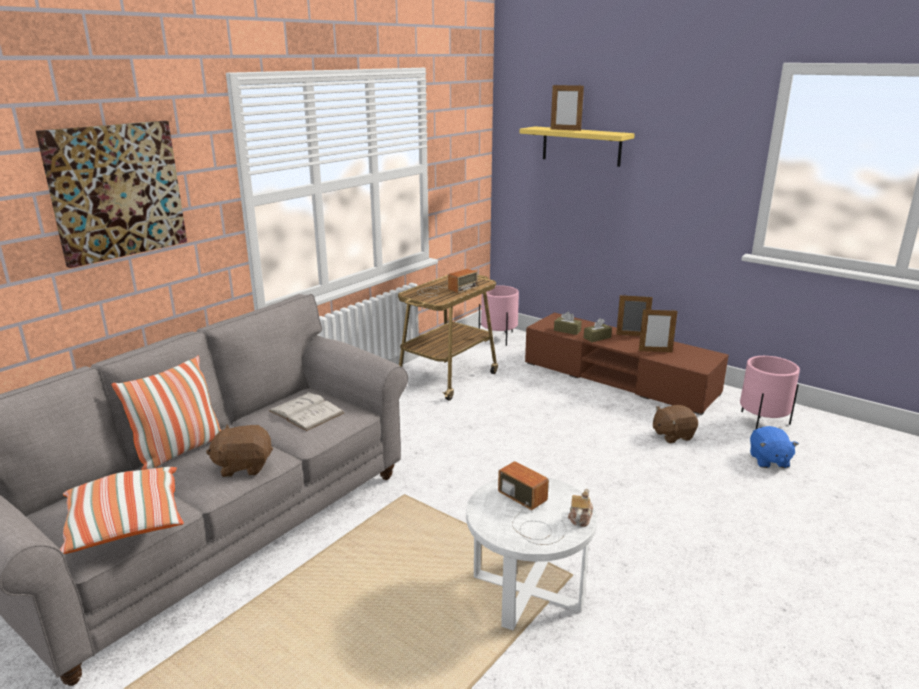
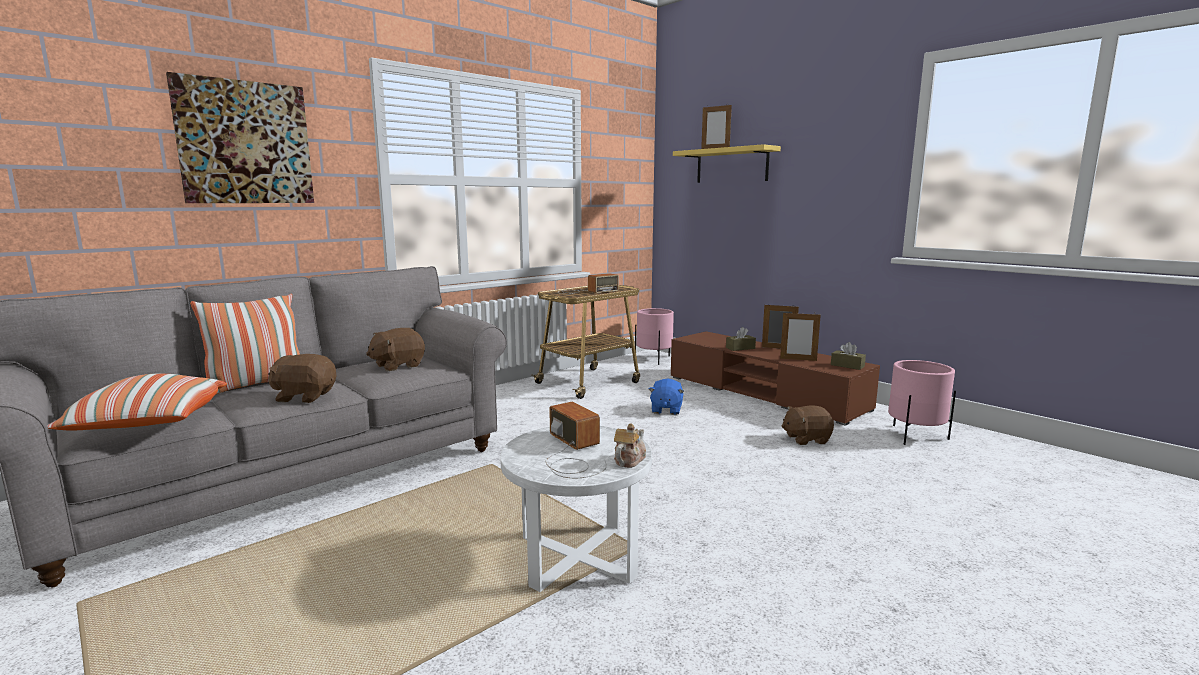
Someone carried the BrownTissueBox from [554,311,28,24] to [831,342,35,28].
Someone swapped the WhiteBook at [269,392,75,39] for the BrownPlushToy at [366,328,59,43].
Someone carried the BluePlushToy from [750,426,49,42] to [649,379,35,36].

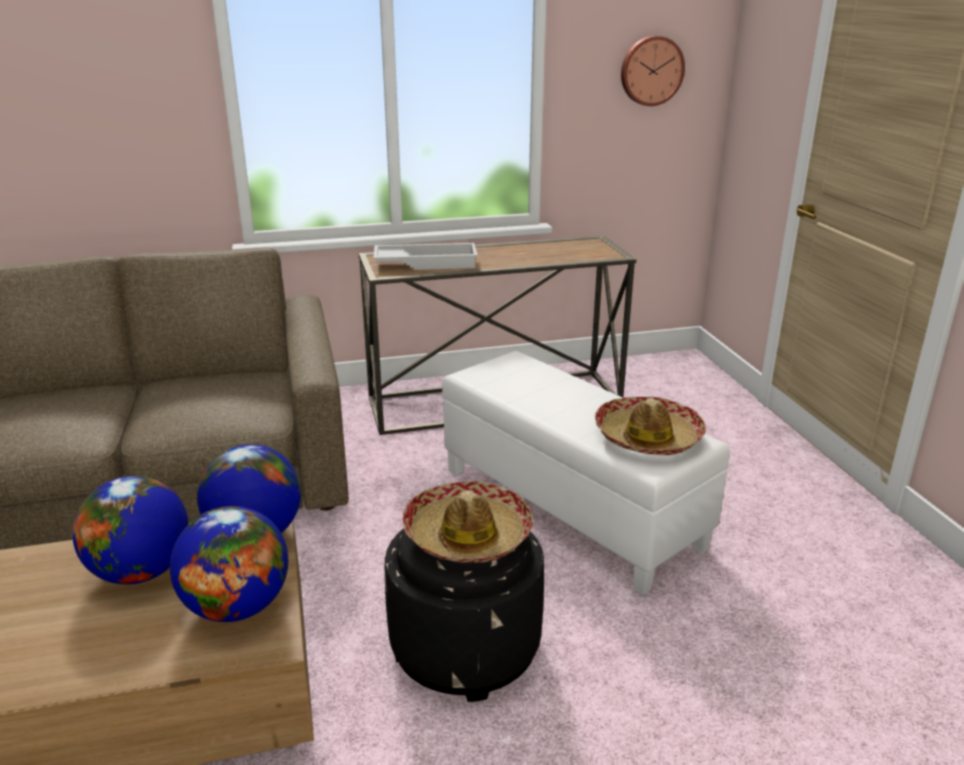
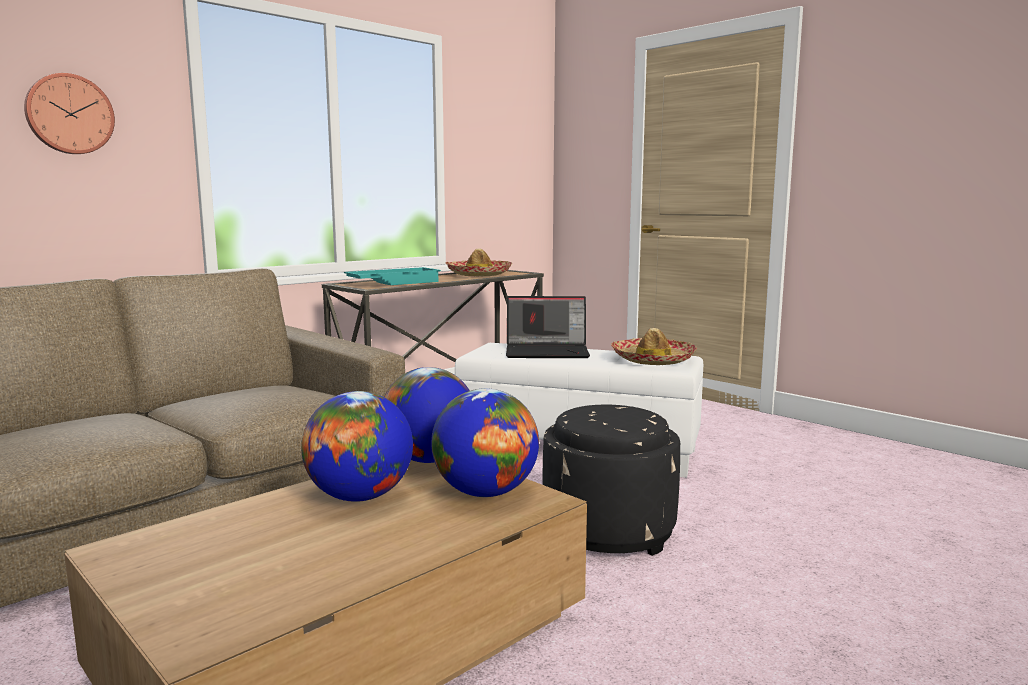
Someone carried the WallClock from [621,36,64,70] to [24,73,91,81].
Someone repainted the WhiteTray at [374,243,104,27], which became the TurquoiseTray at [344,267,97,18].
Someone carried the Hat from [402,481,131,82] to [445,248,67,28].
Someone put down the Laptop at [506,296,84,62].

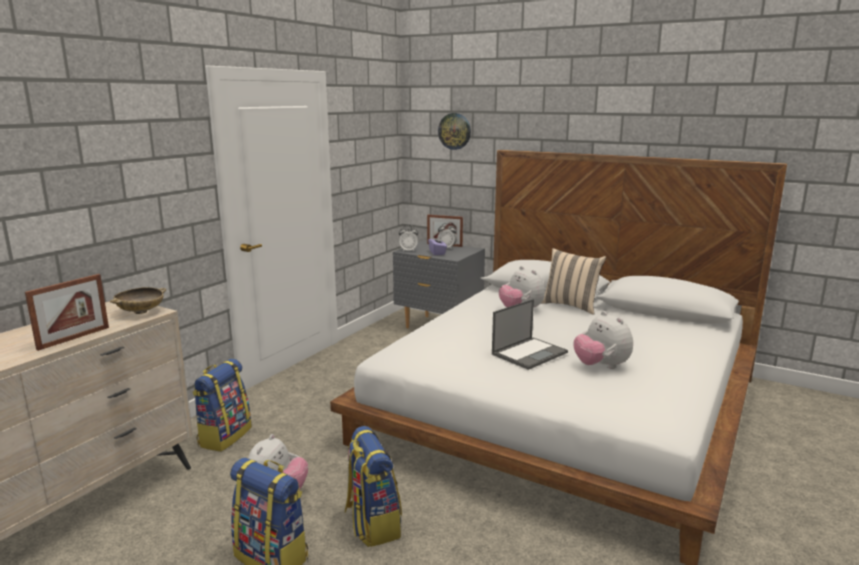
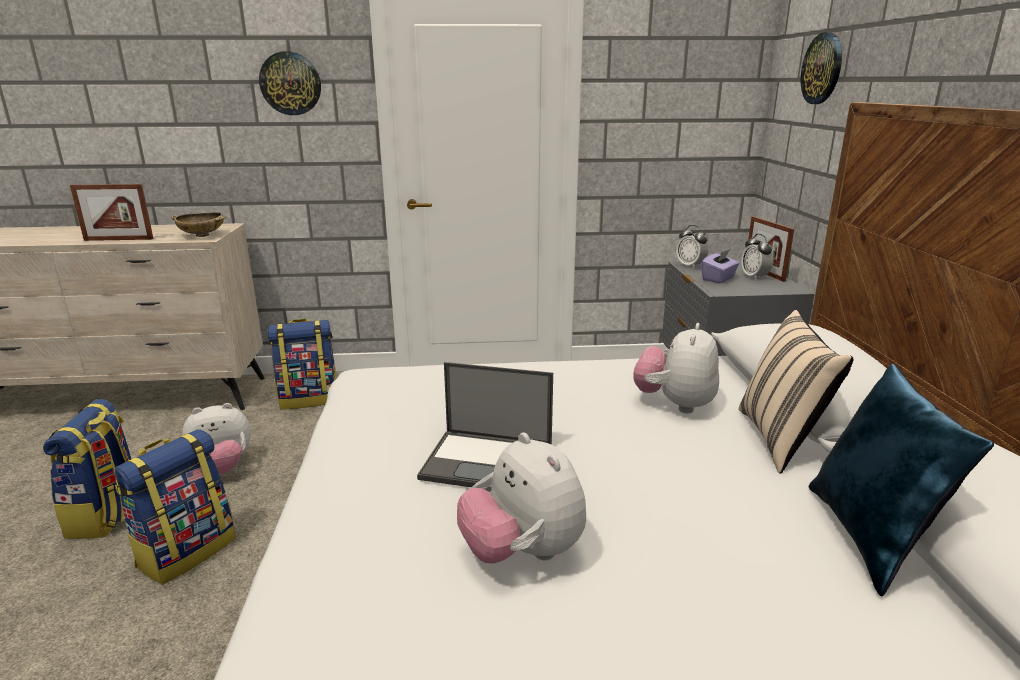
Someone rotated the PlushToy at [573,311,60,58] by 60 degrees counterclockwise.
Someone put up the WallClock at [259,51,62,64].
Someone put down the BluePillow at [809,364,185,232].

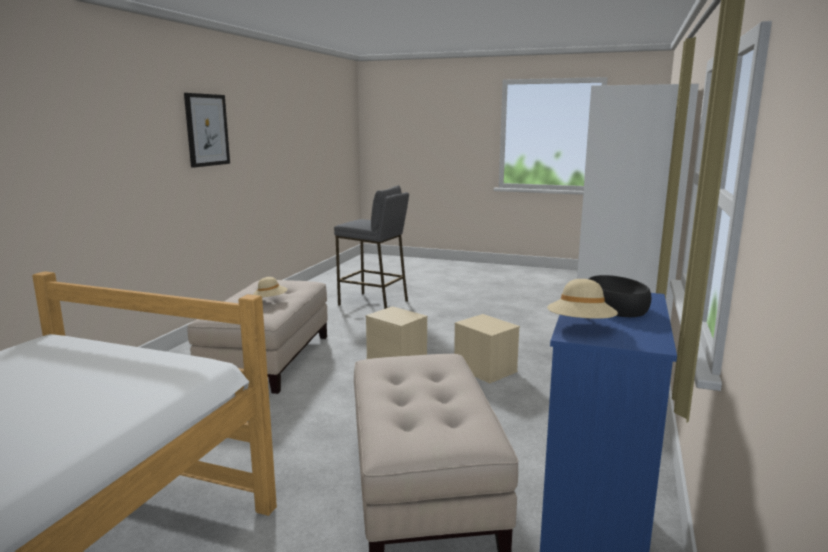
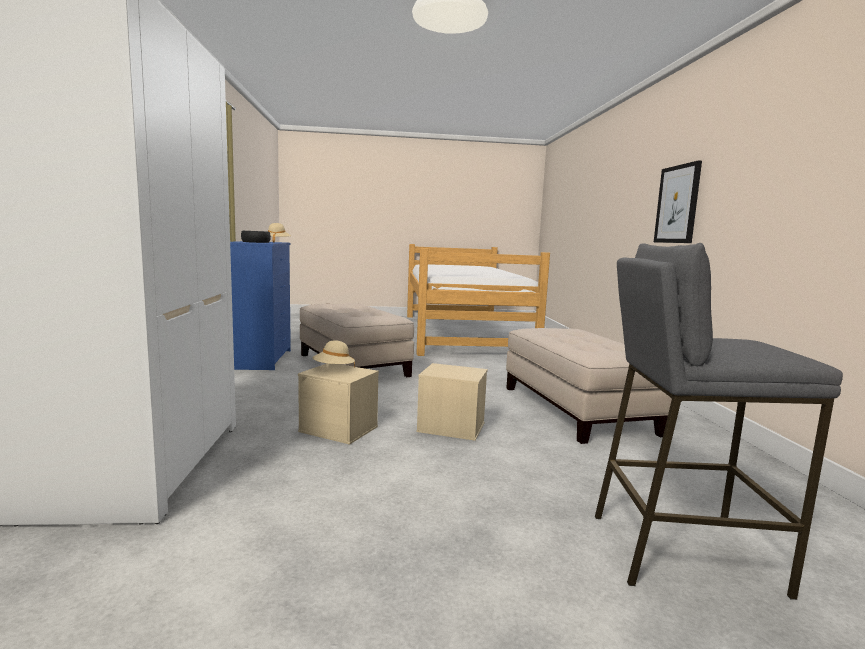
Someone carried the Picture from [184,93,46,75] to [654,160,48,83].
Someone carried the BeigeHat from [253,277,34,20] to [313,340,42,28].

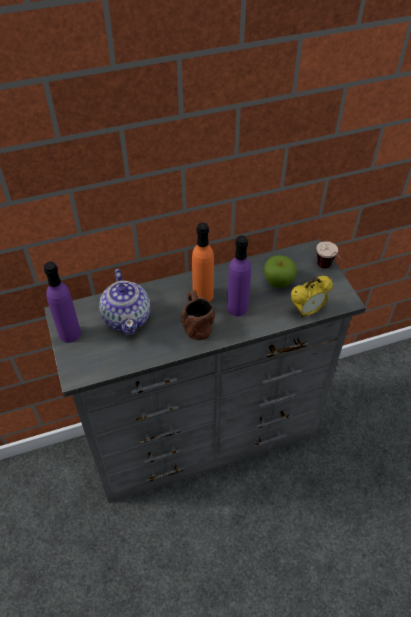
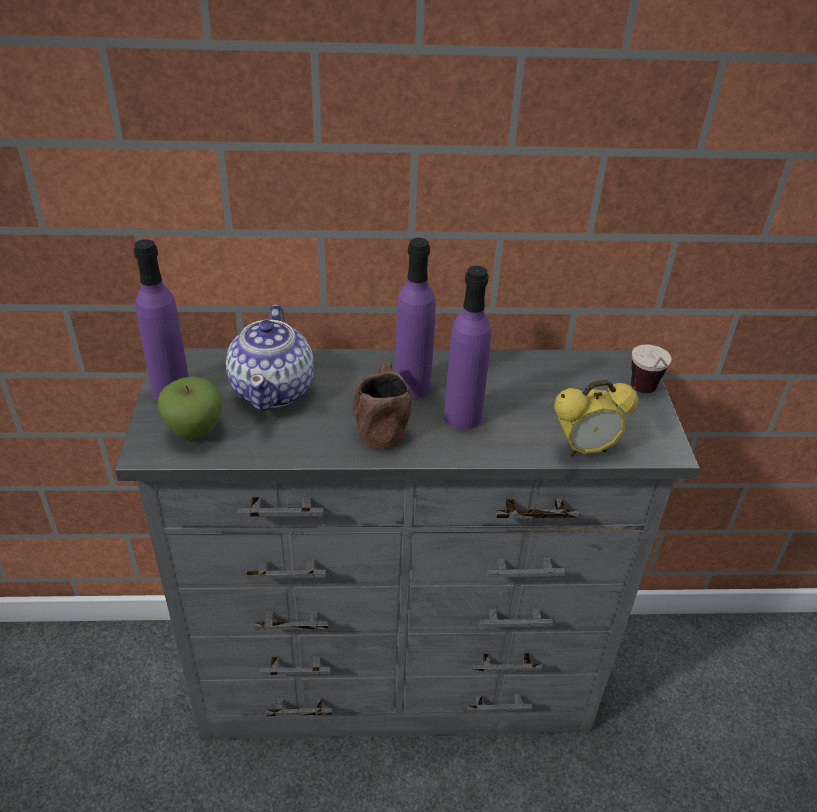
Someone repainted the OrangeBottle at [192,223,22,79], which became the PurpleBottle at [395,238,41,160].
Someone carried the Apple from [264,255,33,33] to [158,377,64,62].

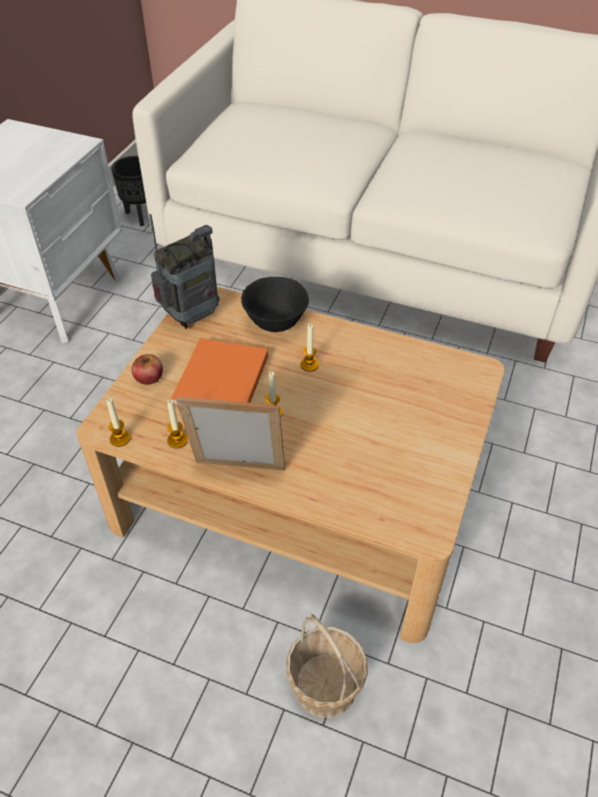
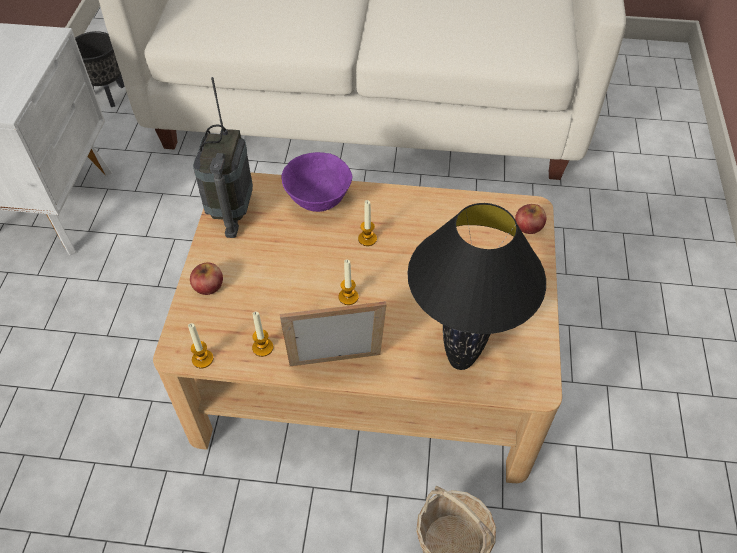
Someone rotated the Radio at [149,214,70,115] by 150 degrees clockwise.
Someone repainted the BlackBowl at [241,277,68,55], which became the PurpleBowl at [282,152,71,60].
Someone took away the OrangeBook at [171,338,97,69].
Someone put down the BlackTableLamp at [407,203,139,167].
Someone put down the Apple at [515,204,31,30].

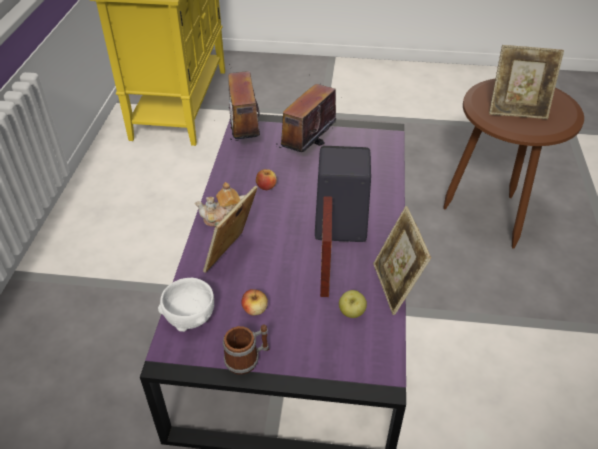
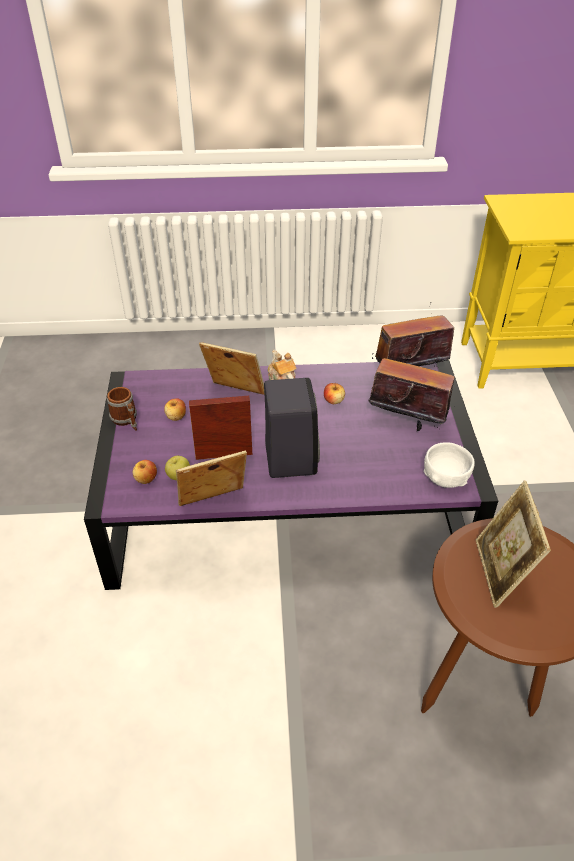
Someone carried the WhiteBowl from [158,278,56,54] to [424,442,51,46].
Someone put down the Apple at [133,460,24,24].

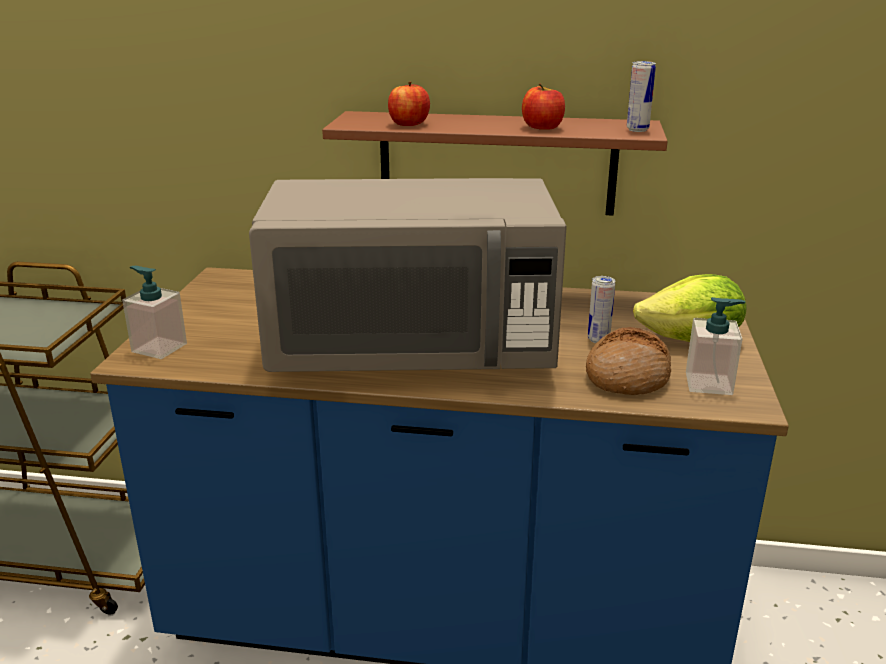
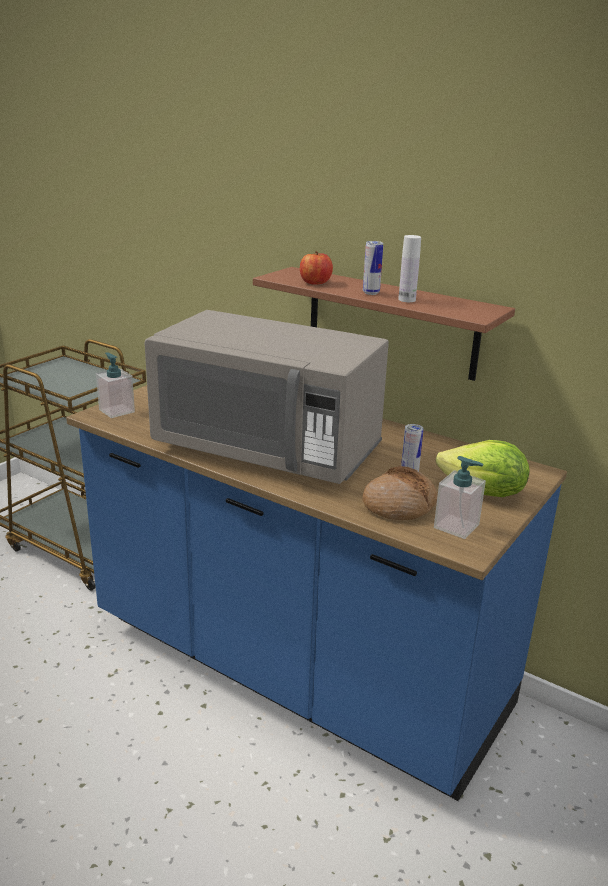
Someone carried the Can from [627,61,29,71] to [363,241,20,54].
Someone swapped the Apple at [522,83,43,47] for the WhiteBottle at [398,235,23,67].

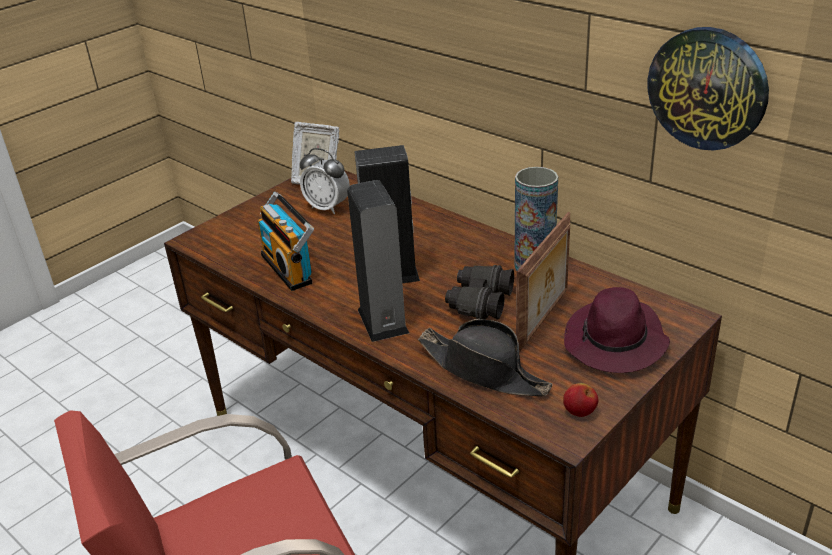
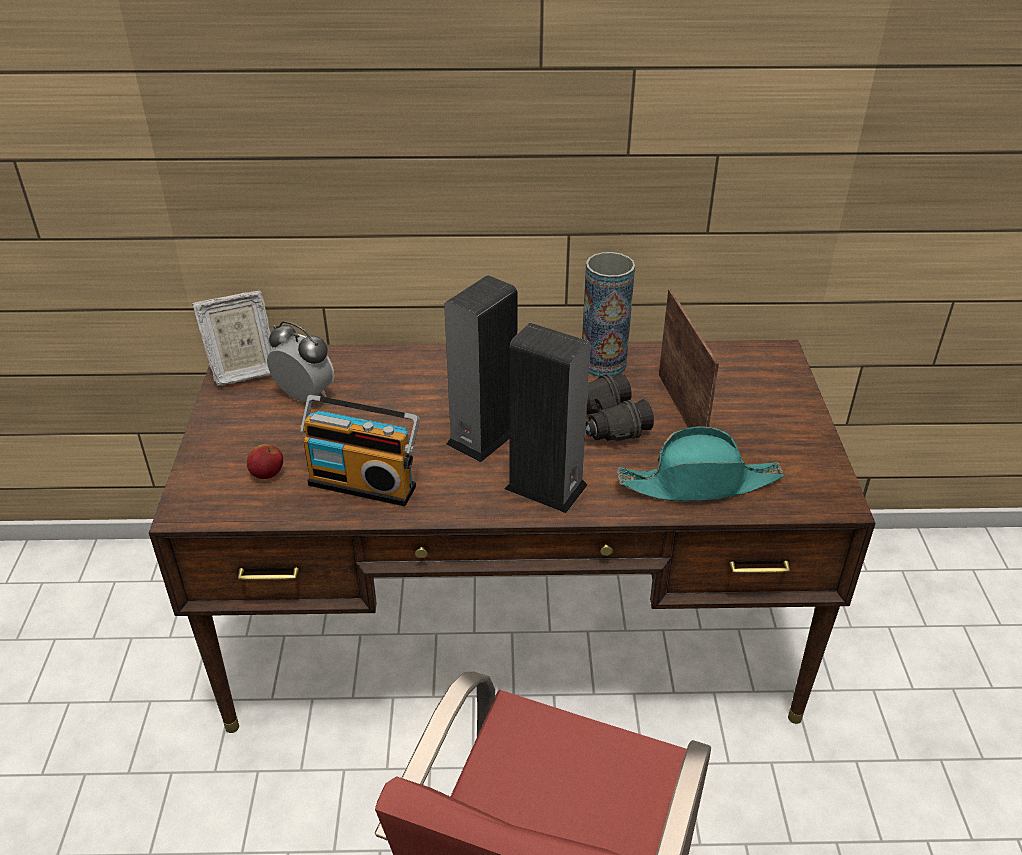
Someone took away the WallClock at [648,27,121,124].
Someone rotated the AlarmClock at [300,148,50,66] by 135 degrees counterclockwise.
Someone took away the PurpleHat at [564,287,106,86].
Someone repainted the BlackHat at [418,319,135,77], which became the TurquoiseHat at [617,426,167,75].
Someone carried the Apple from [563,383,35,34] to [247,444,36,35].

